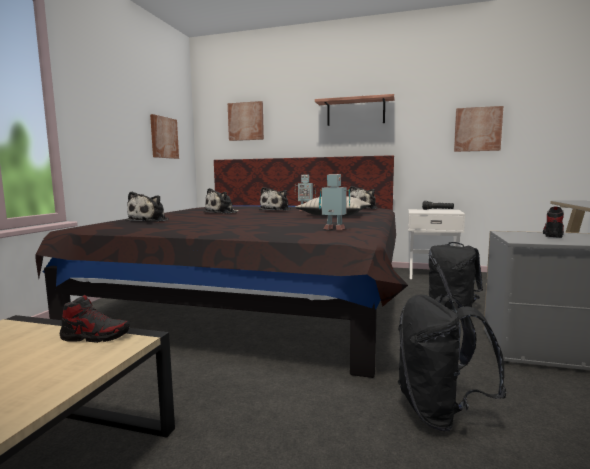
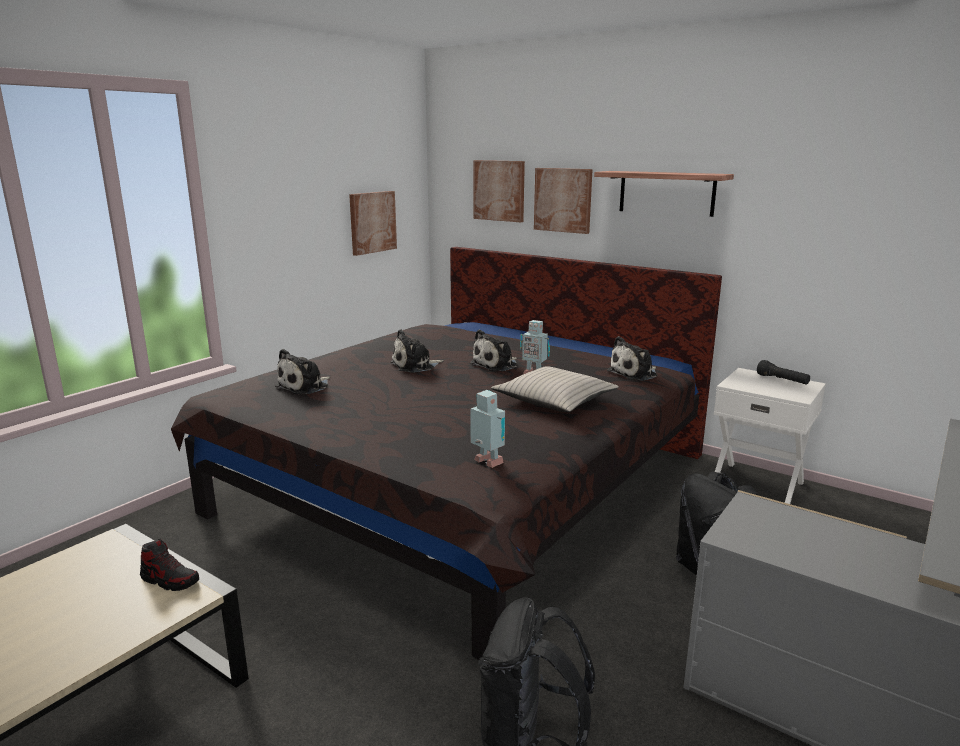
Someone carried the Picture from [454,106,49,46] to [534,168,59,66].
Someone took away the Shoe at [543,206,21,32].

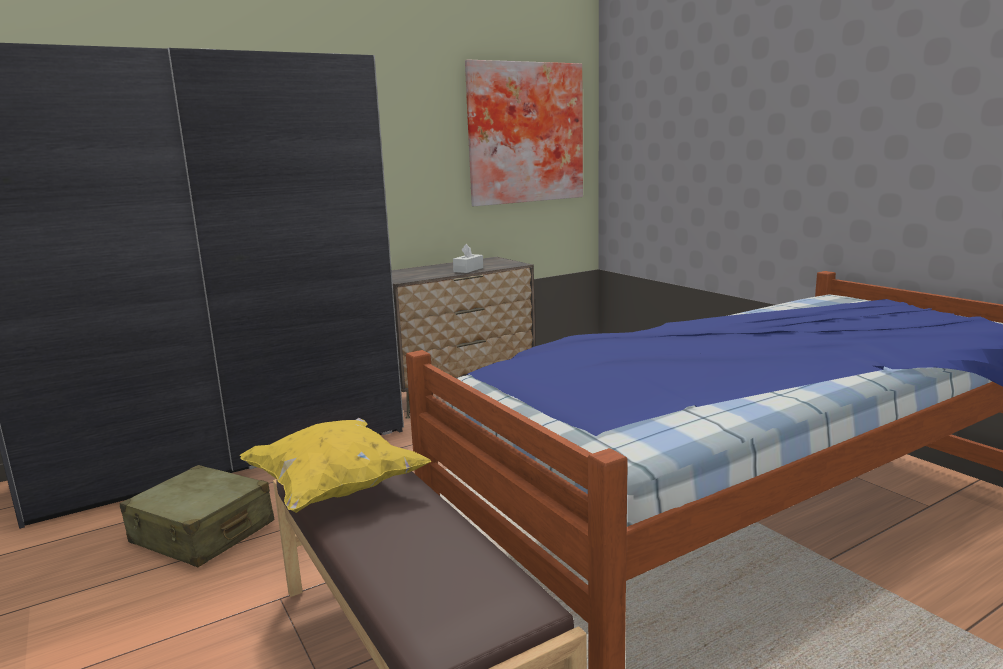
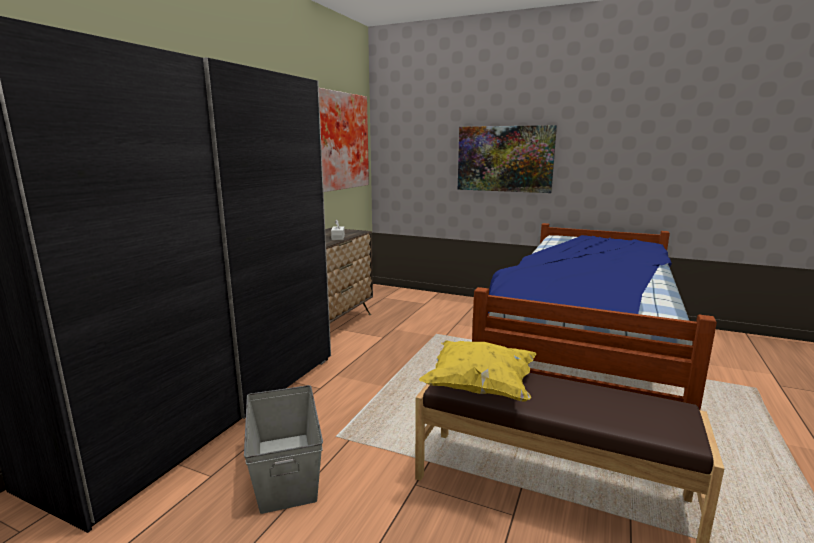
Someone swapped the BeigeSuitcase at [119,465,155,102] for the GreyStorageBox at [244,385,79,129].
Someone put up the Picture at [458,125,99,68].

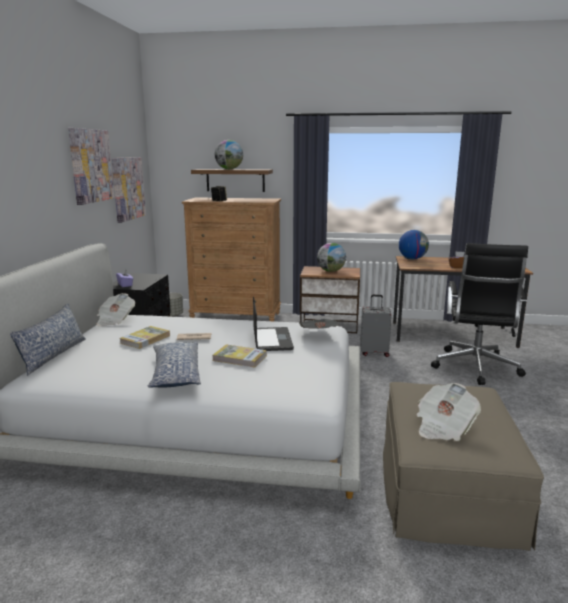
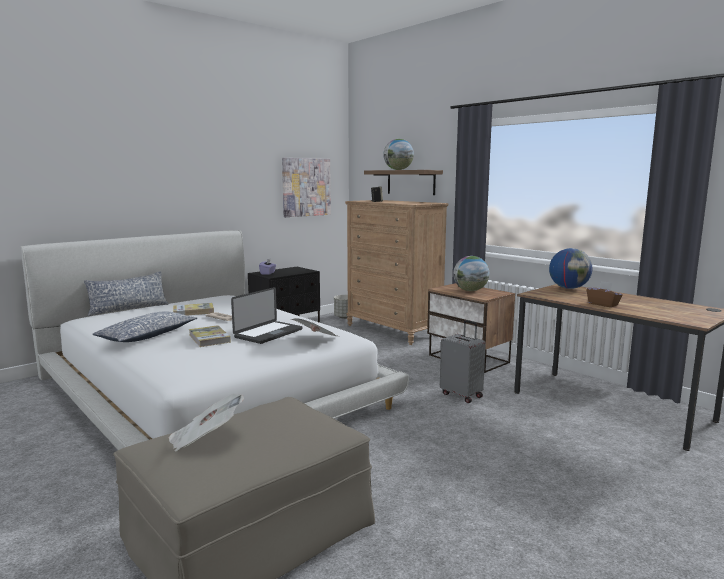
Someone took away the Picture at [68,128,47,77].
Someone took away the BlackOfficeChair at [431,243,97,142].
Someone took away the Newspaper at [96,293,39,33].

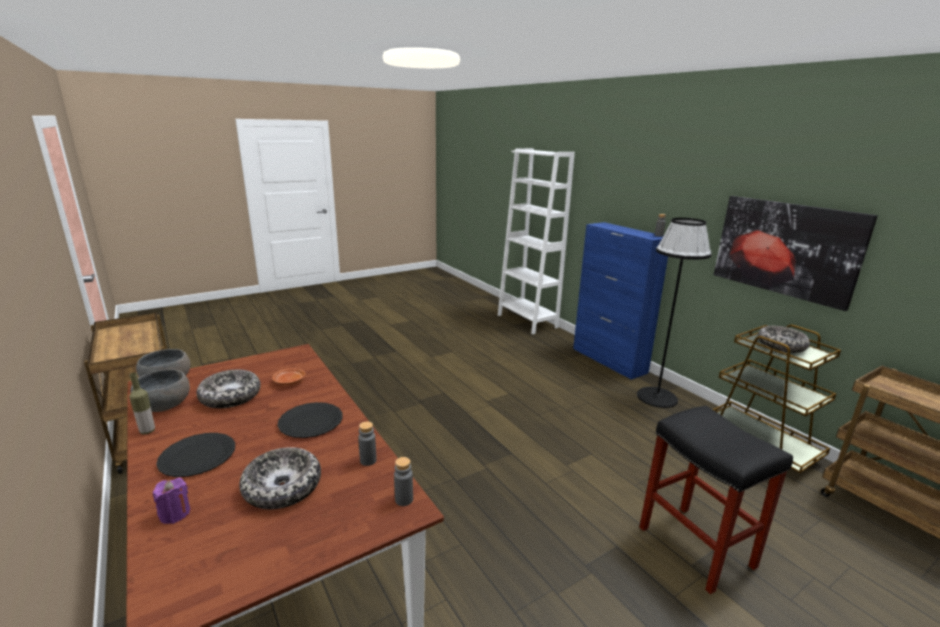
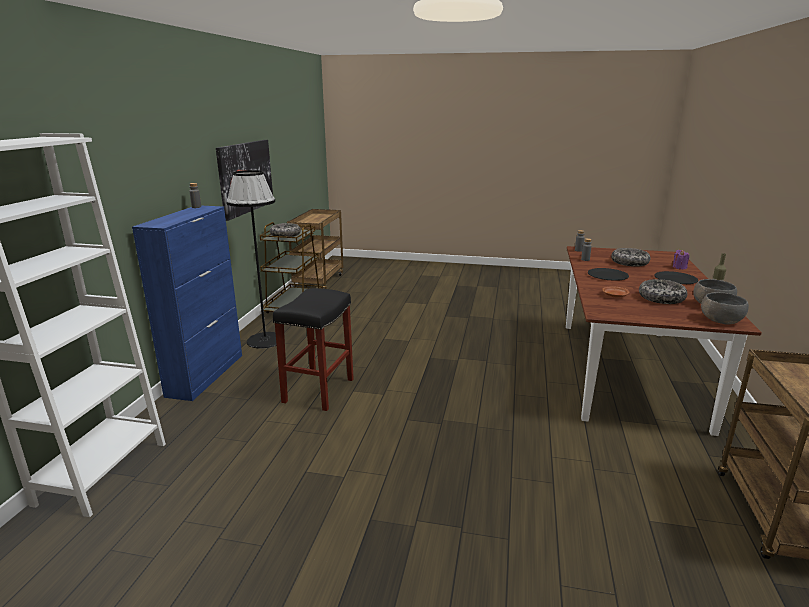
Someone carried the BlackStool from [639,406,154,188] to [273,288,81,123].

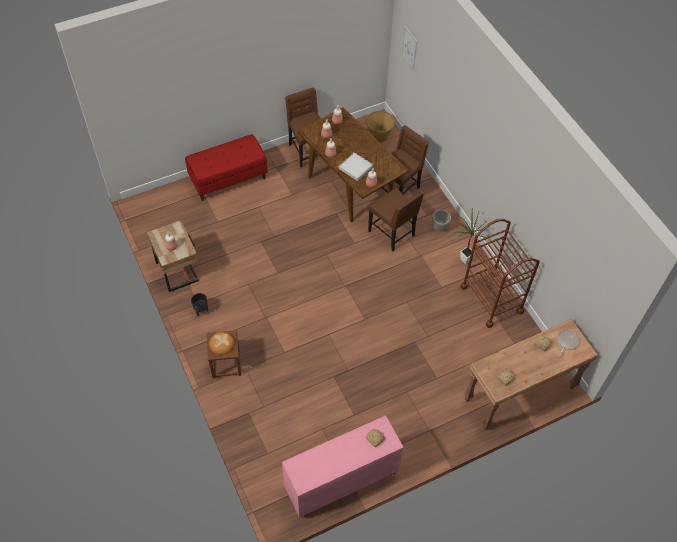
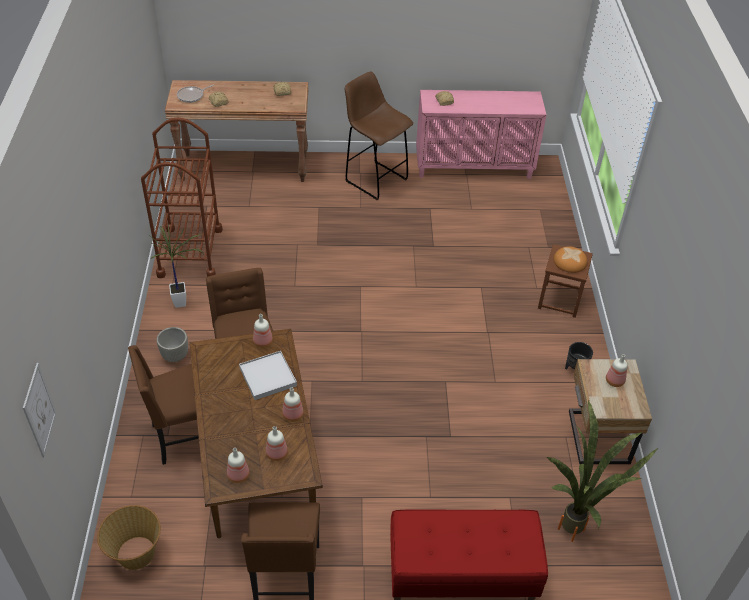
Someone put down the BrownStool at [345,71,68,129].
Someone put down the PottedPlant at [546,401,113,141].

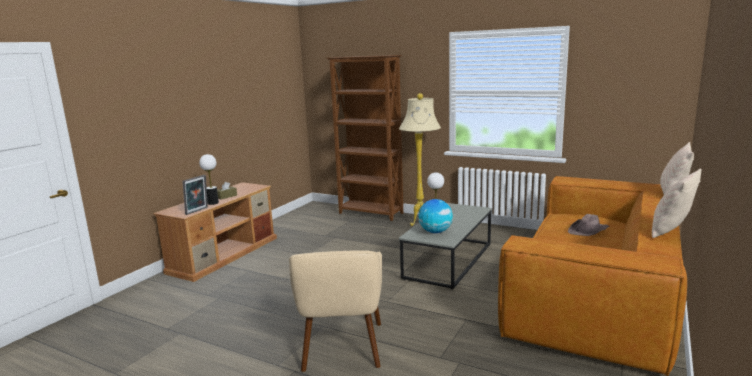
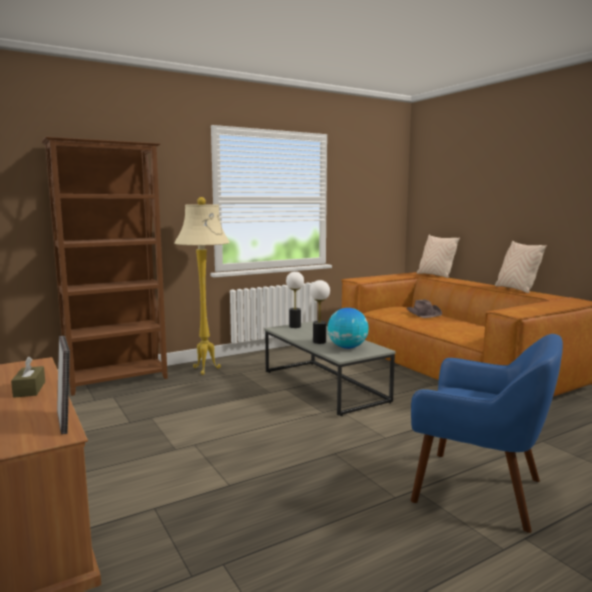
Someone carried the TableLamp from [199,154,20,51] to [286,271,18,57].
Someone repainted the BeigeArmchair at [289,250,93,122], which became the BlueArmchair at [411,334,152,199].

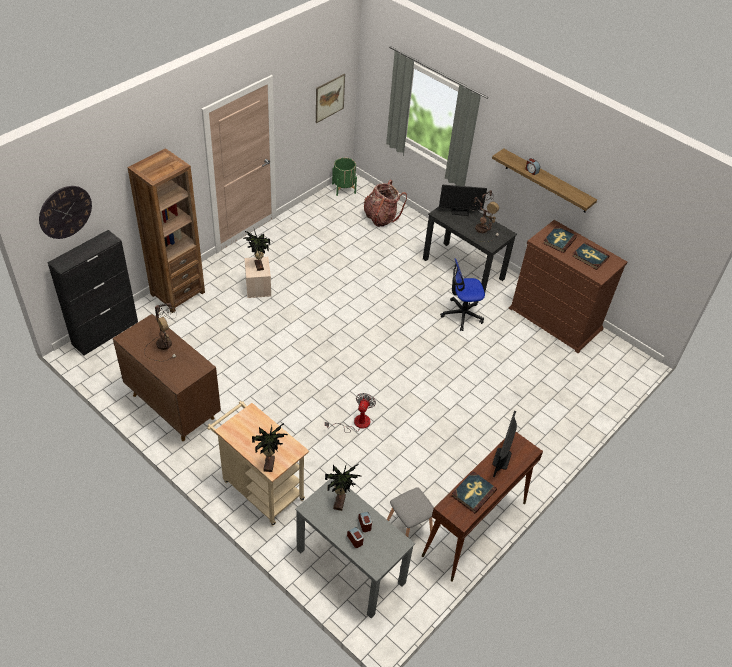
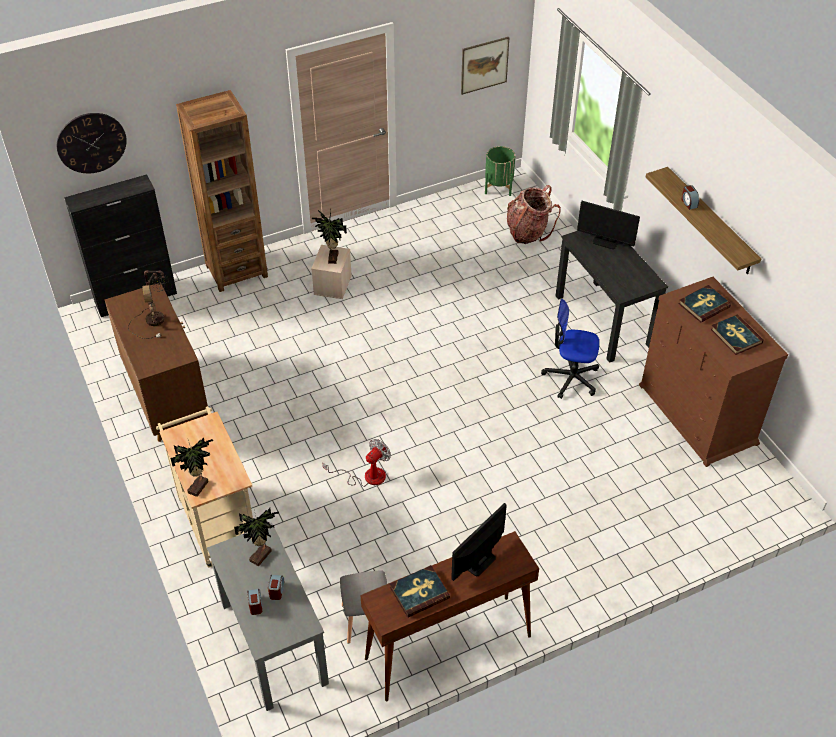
Someone took away the TableLamp at [470,190,29,52].

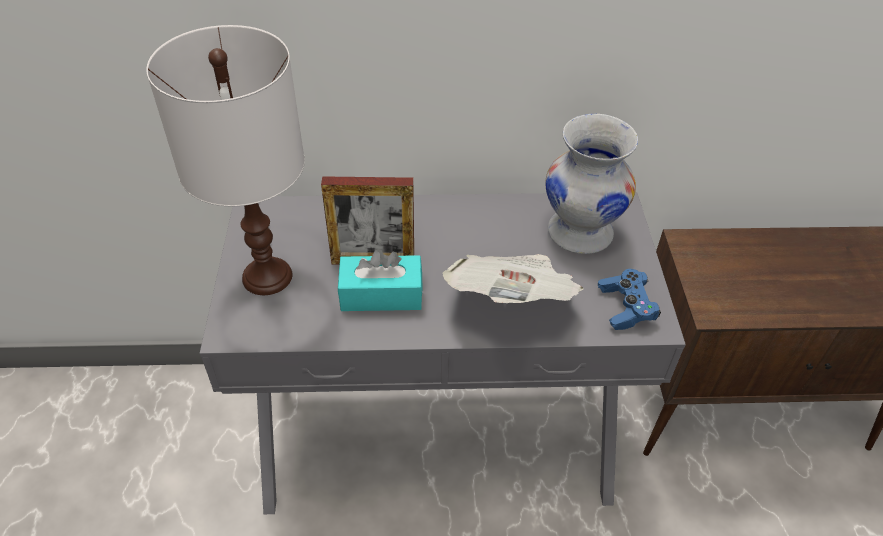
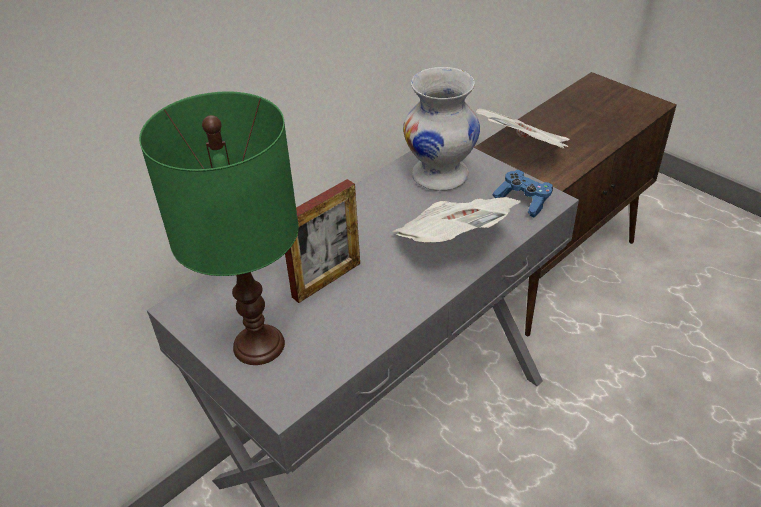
Someone repainted the WhiteTableLamp at [146,25,159,270], which became the GreenTableLamp at [139,91,160,274].
Someone took away the TurquoiseTissueBox at [338,249,85,62].
Someone put down the Newspaper at [476,108,93,40].

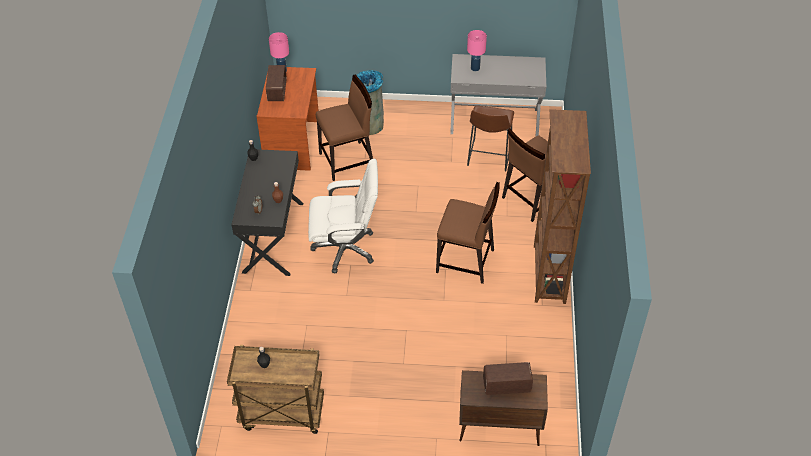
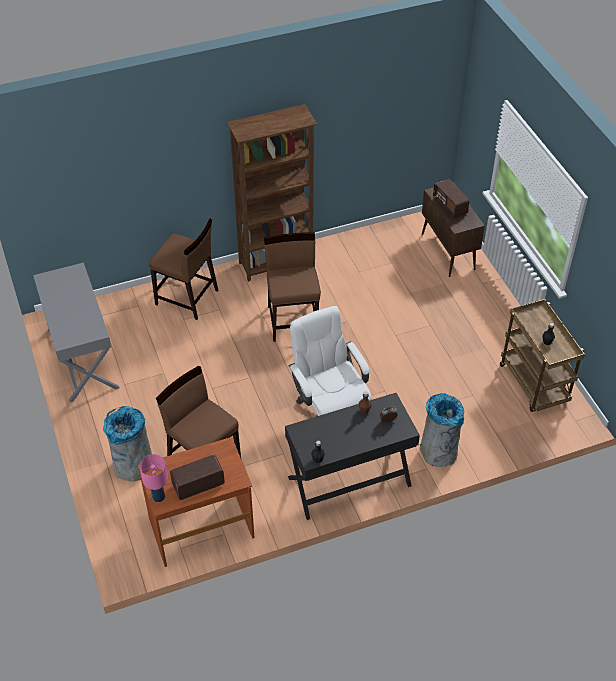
Someone took away the PinkTableLamp at [467,30,20,41].
Someone took away the BrownStool at [467,106,47,65].
Someone put down the GreyTrashCan at [420,393,44,74].

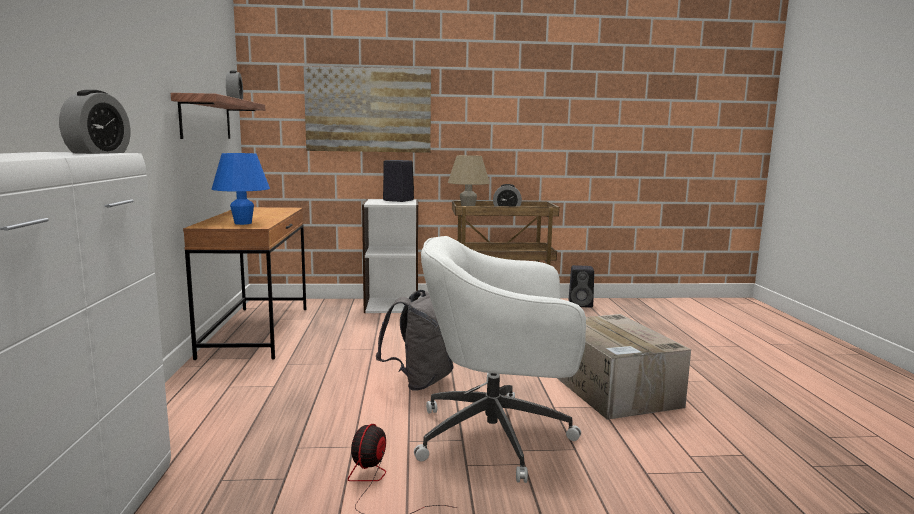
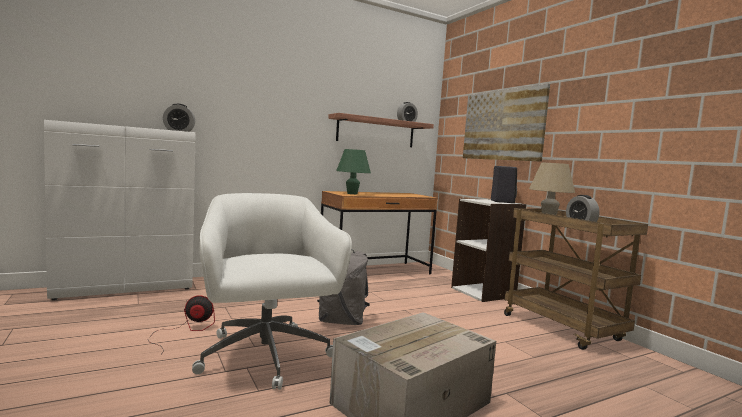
Someone repainted the BlueTableLamp at [212,153,58,72], which became the GreenTableLamp at [336,149,35,45].
Someone took away the BlackSpeaker at [569,265,25,43].

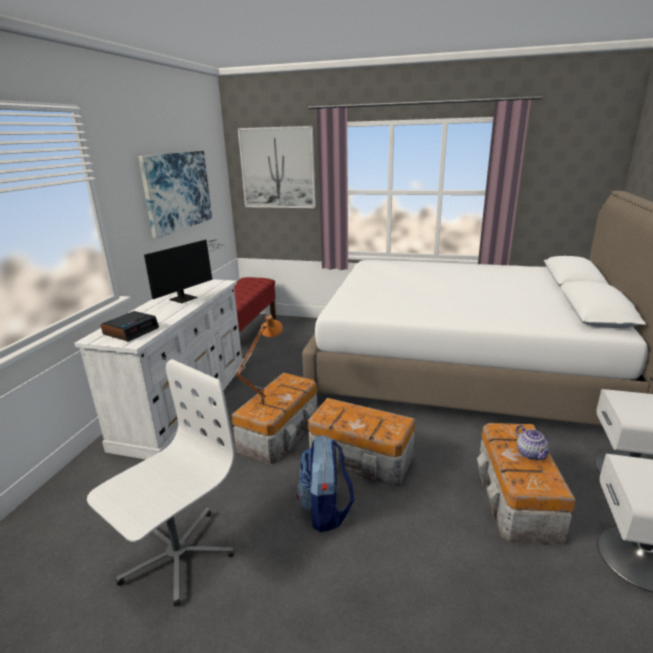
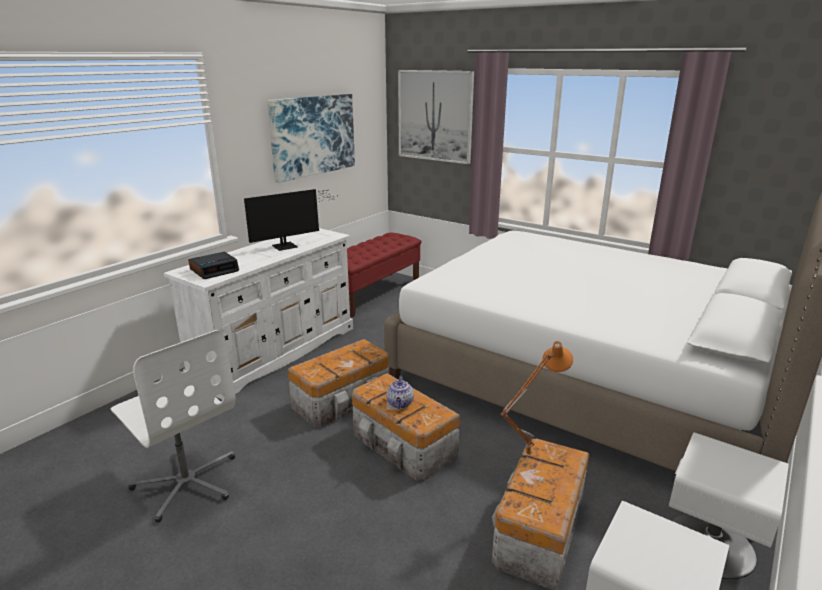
Someone carried the OrangeTableLamp from [235,314,48,93] to [500,341,73,116].
Someone rotated the WhiteOfficeChair at [87,359,148,248] by 75 degrees clockwise.
Someone carried the Teapot from [516,425,36,35] to [386,376,28,33].
Someone took away the Backpack at [297,435,58,97].

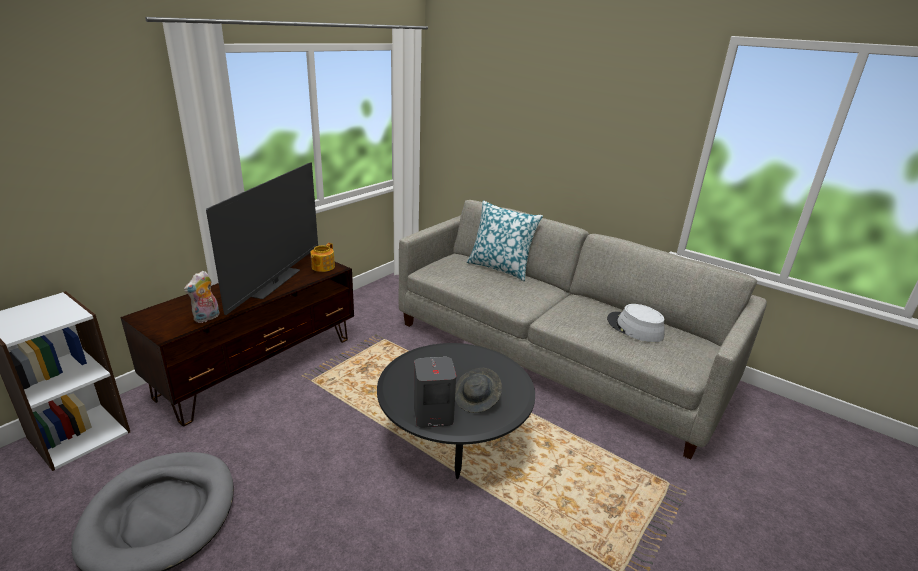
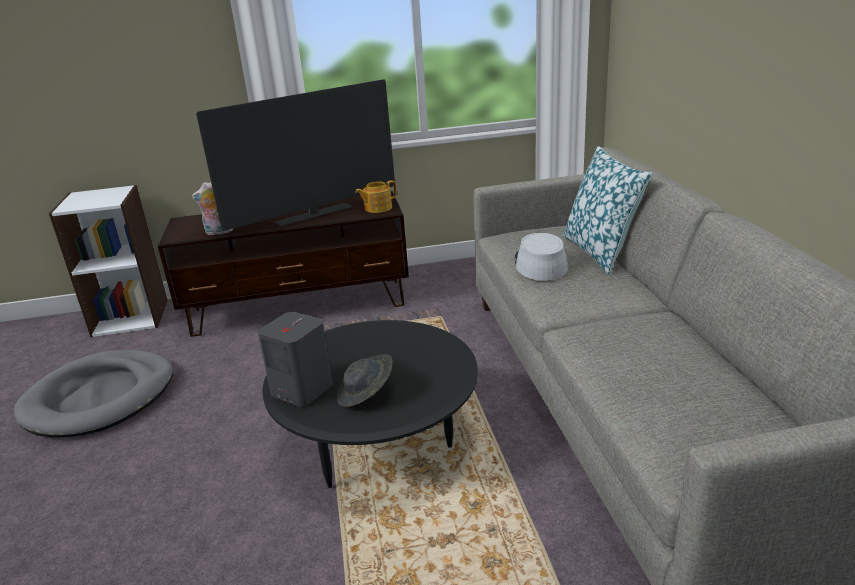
Someone carried the GreyHat from [607,304,58,38] to [515,233,53,48].

